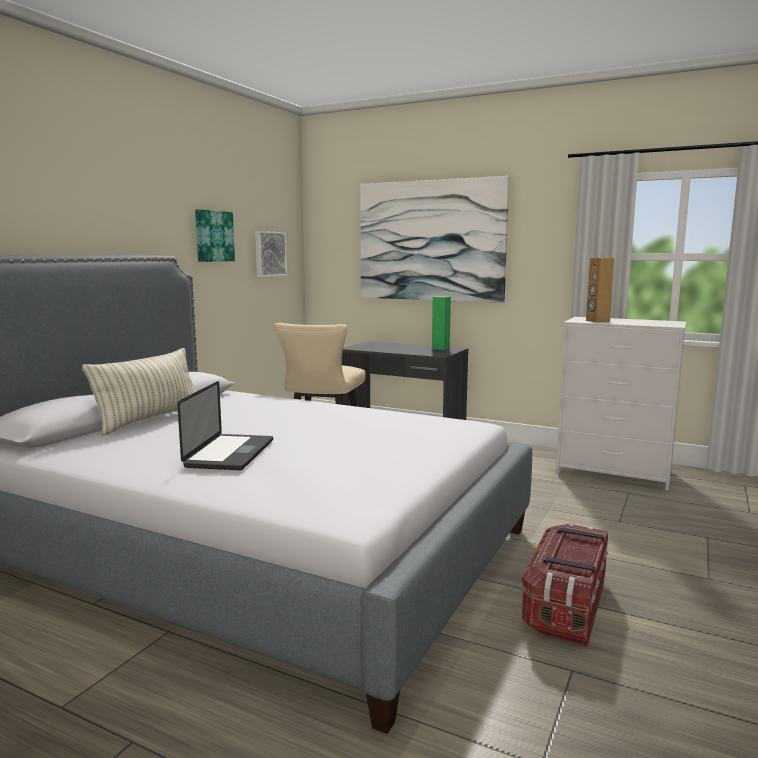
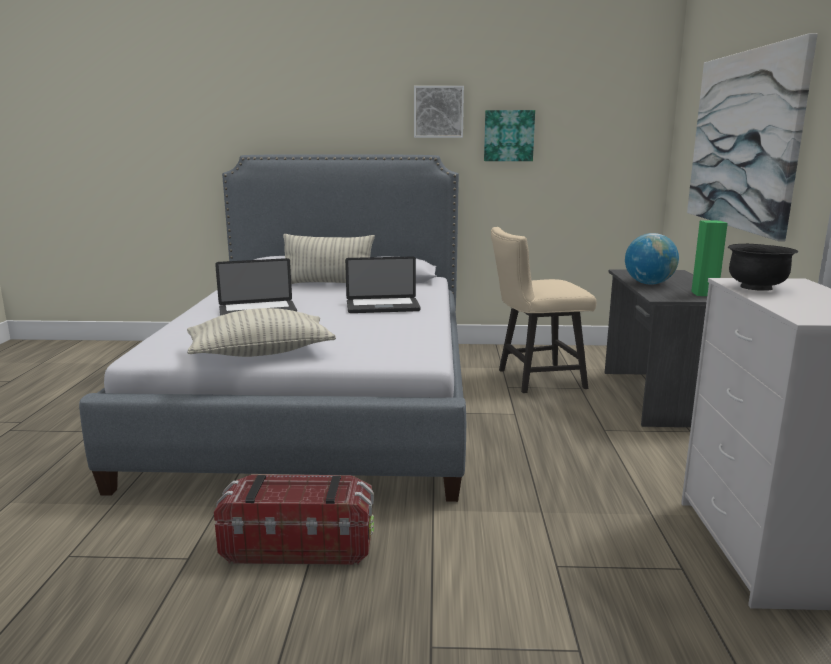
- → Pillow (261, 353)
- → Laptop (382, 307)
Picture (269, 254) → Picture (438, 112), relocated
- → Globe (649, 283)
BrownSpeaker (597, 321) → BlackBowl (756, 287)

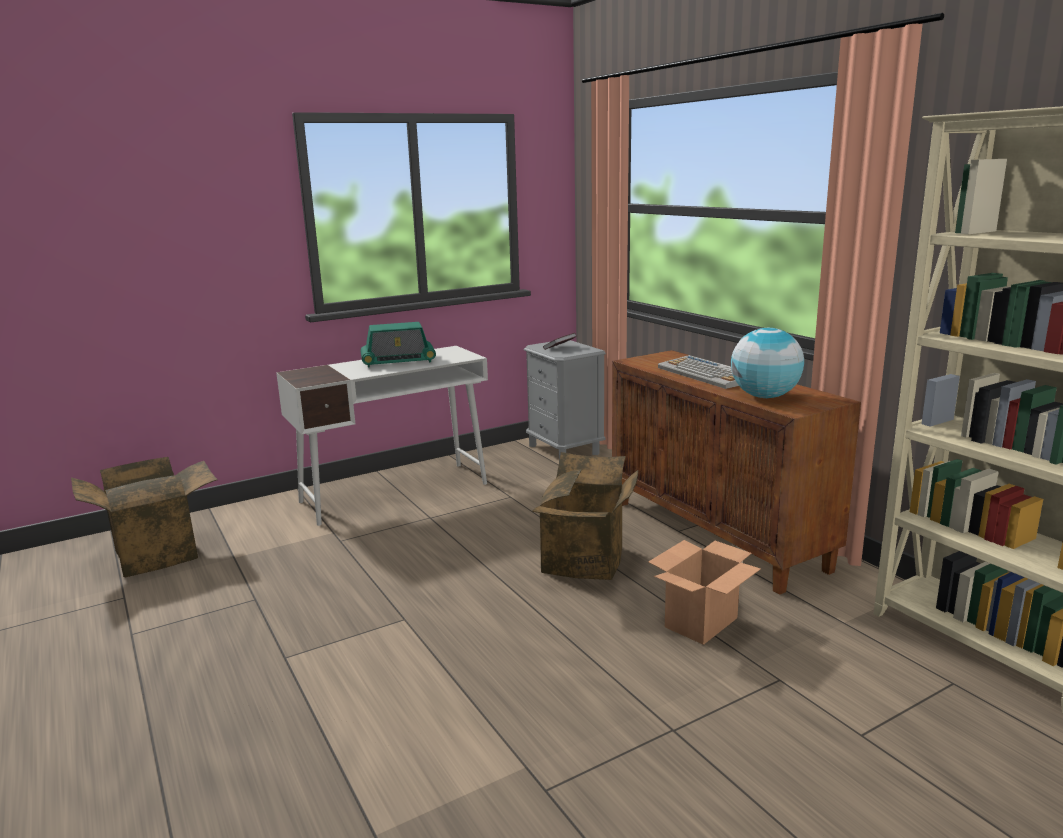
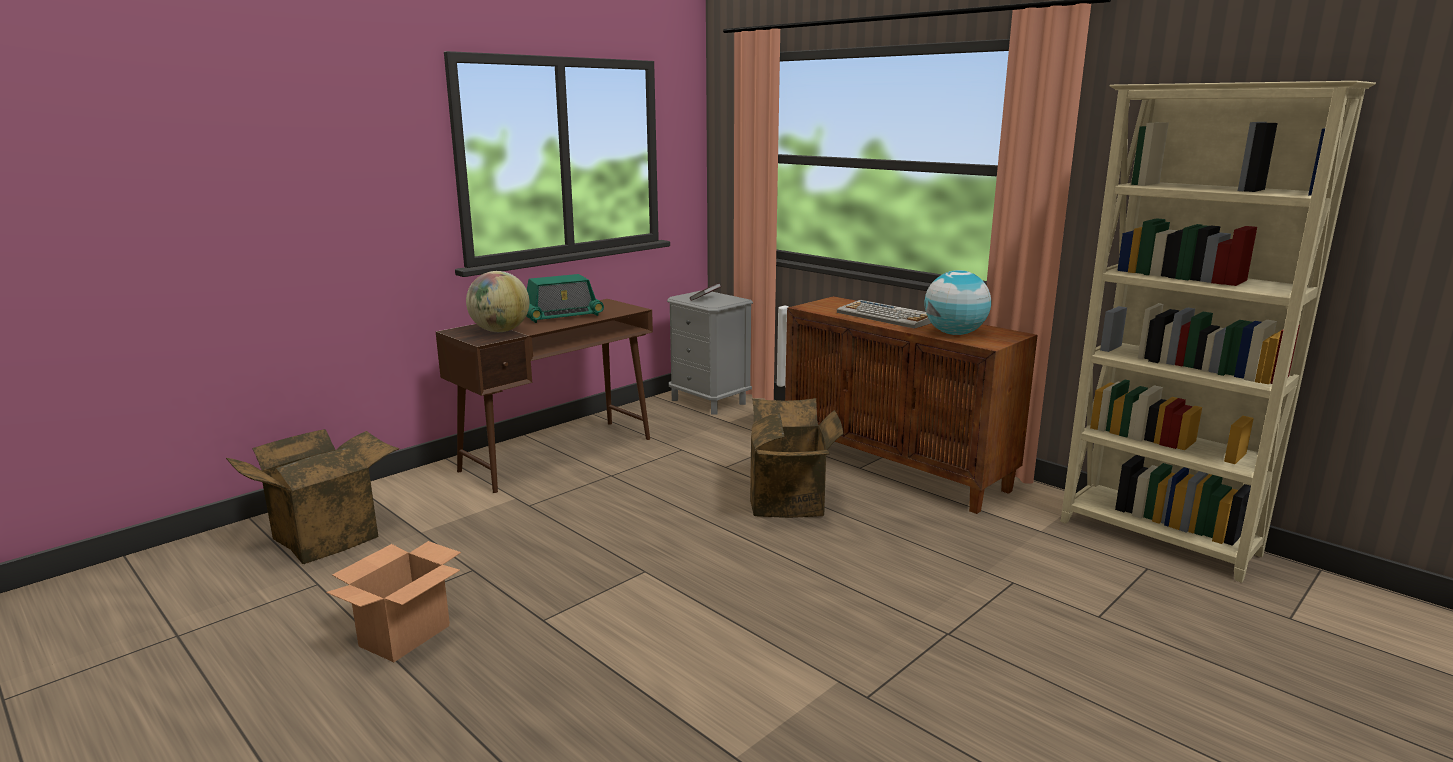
CardboardBox (701, 622) → CardboardBox (405, 635), relocated
WhiteDesk (395, 492) → BrownDesk (559, 454)
- → Globe (500, 331)

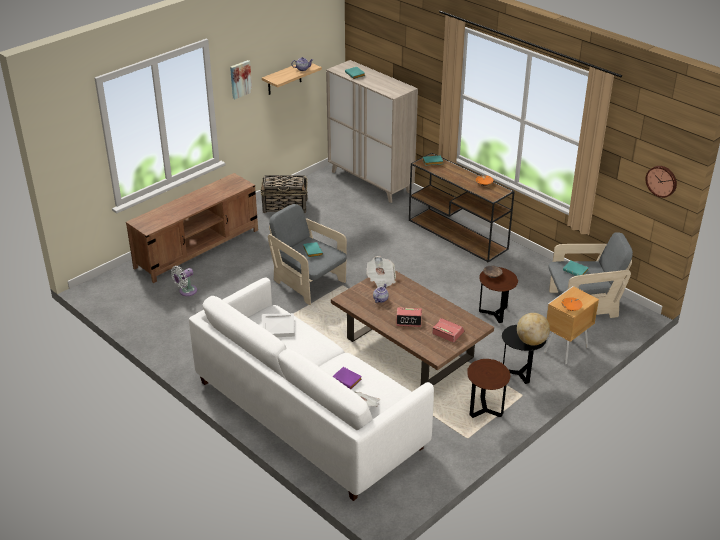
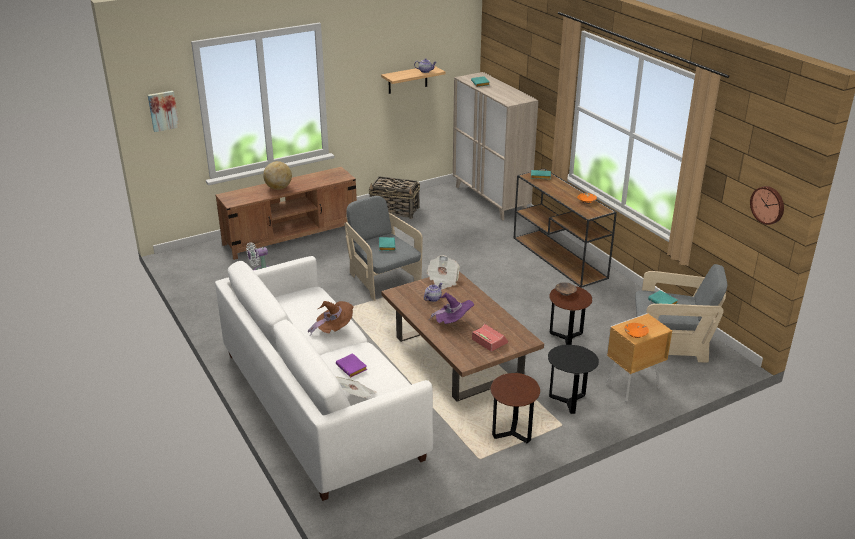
Picture (240, 79) → Picture (163, 110), relocated
Globe (531, 341) → Globe (278, 188), relocated
- → BrownHat (334, 329)
AlarmClock (409, 320) → PurpleHat (453, 323)
WhiteTray (278, 327) → -

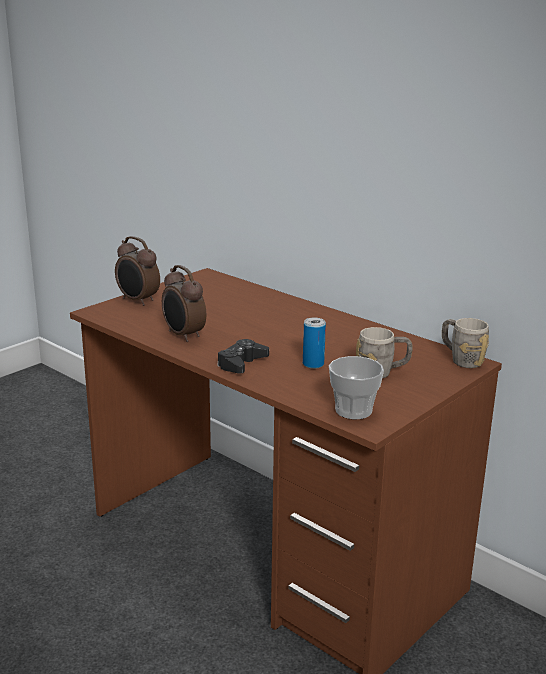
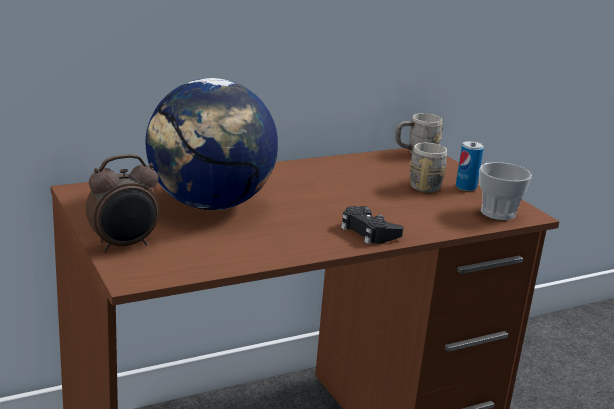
- → Globe (210, 204)
Can (313, 364) → Can (466, 187), relocated
AlarmClock (183, 336) → -

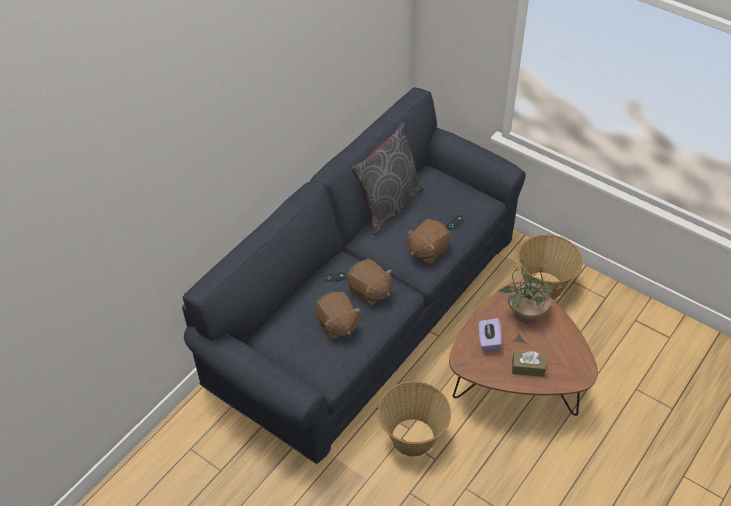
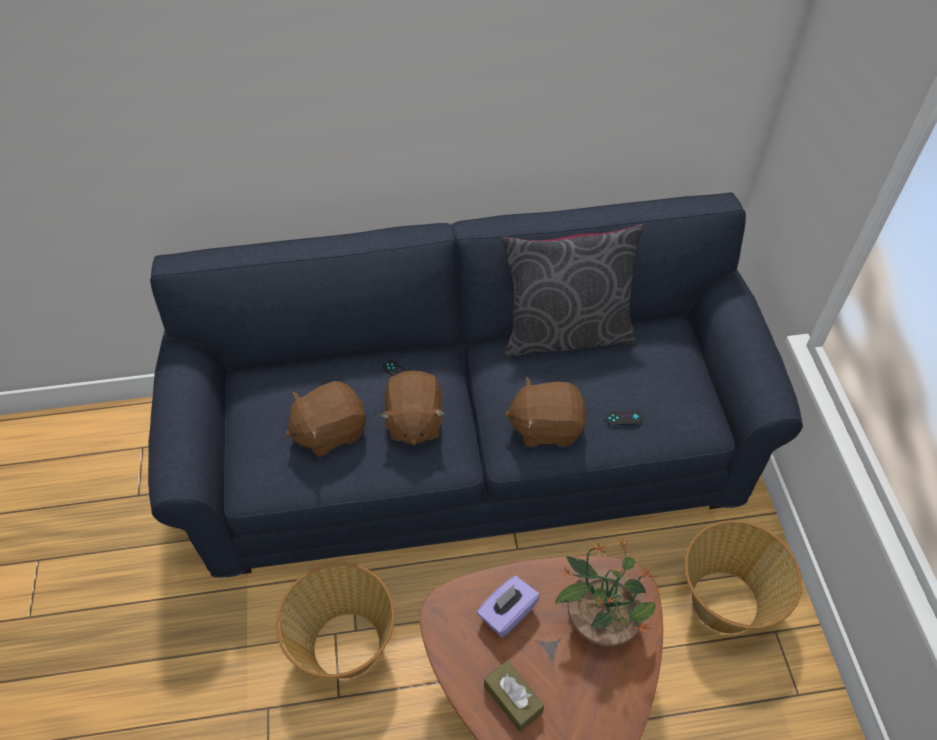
BrownPlushToy (337, 325) → BrownPlushToy (330, 431), 45 degrees clockwise

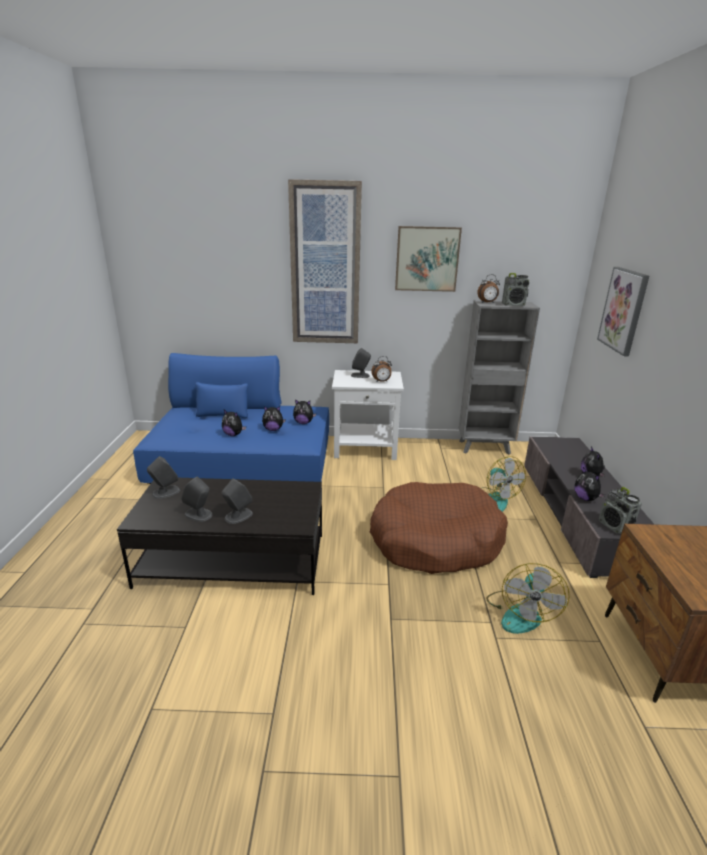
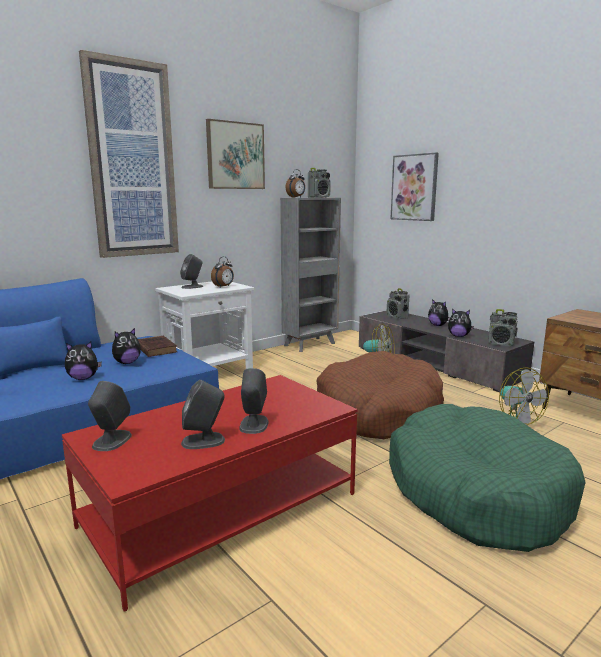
BlackCoffeeTable (233, 560) → RedCoffeeTable (222, 510)
PlushToy (303, 423) → BrownBook (155, 349)
- → Radio (397, 317)
- → GreenDogBed (475, 492)

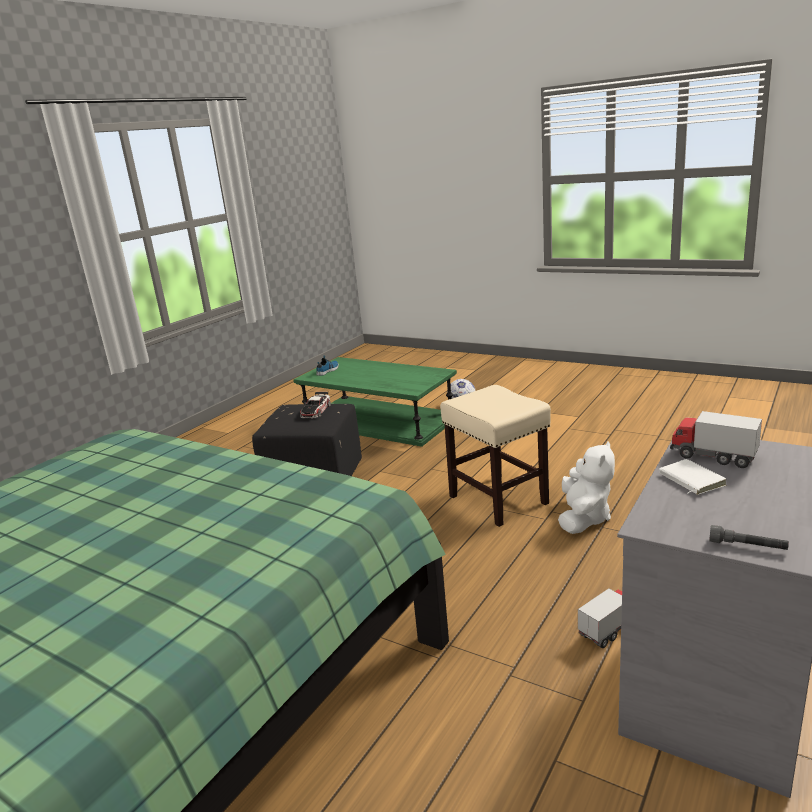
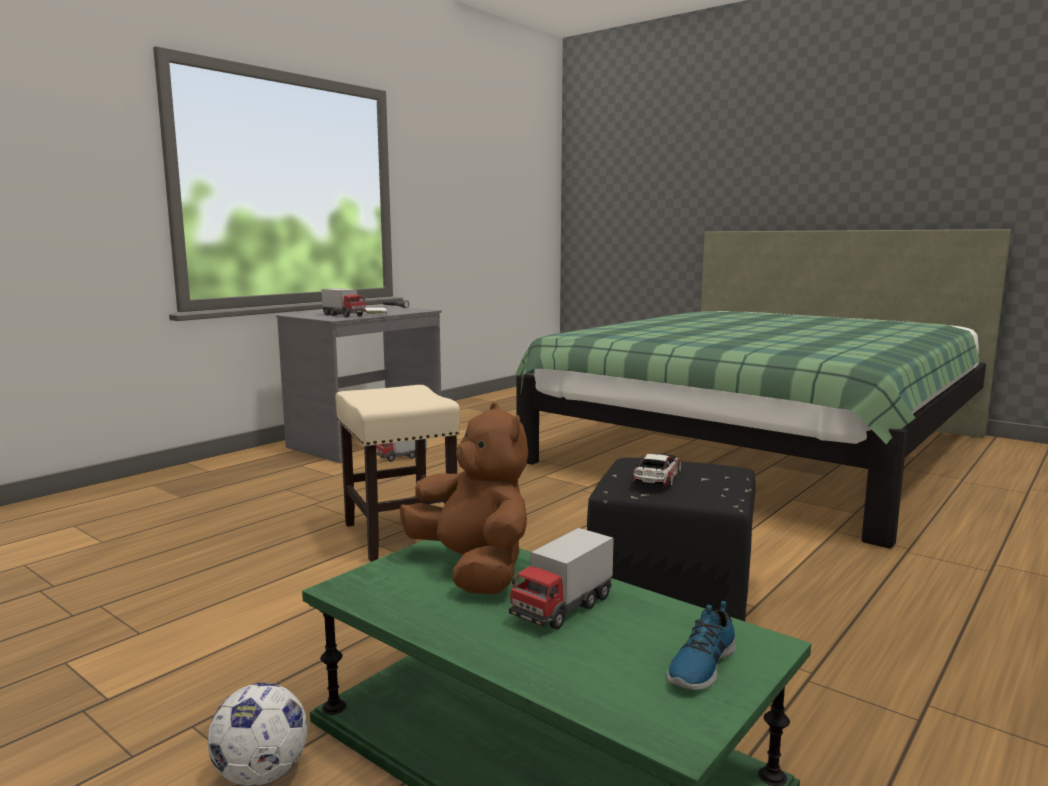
- → BrownPlushToy (473, 569)
- → ToyTruck (562, 608)
WhitePlushToy (584, 518) → -

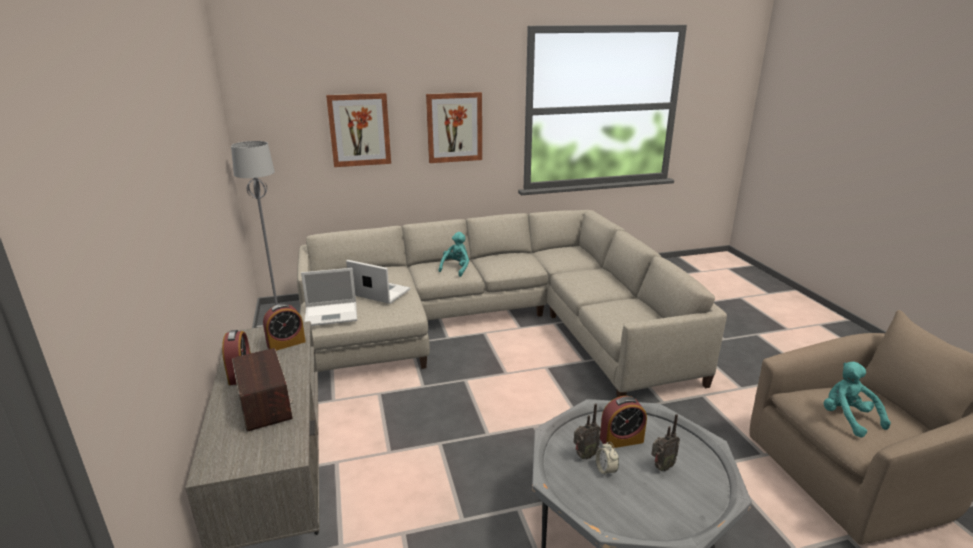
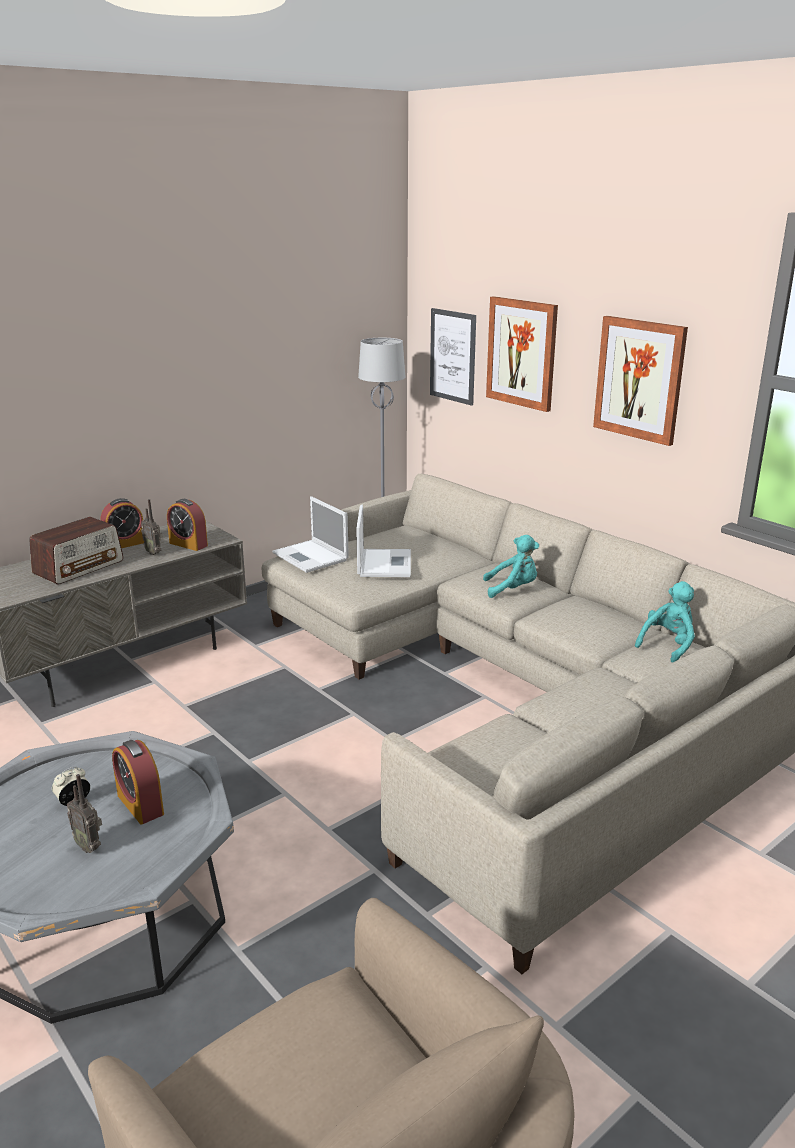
Radio (584, 455) → Radio (154, 553), relocated
- → Picture (452, 356)
TurquoisePlushToy (847, 418) → TurquoisePlushToy (668, 645), relocated

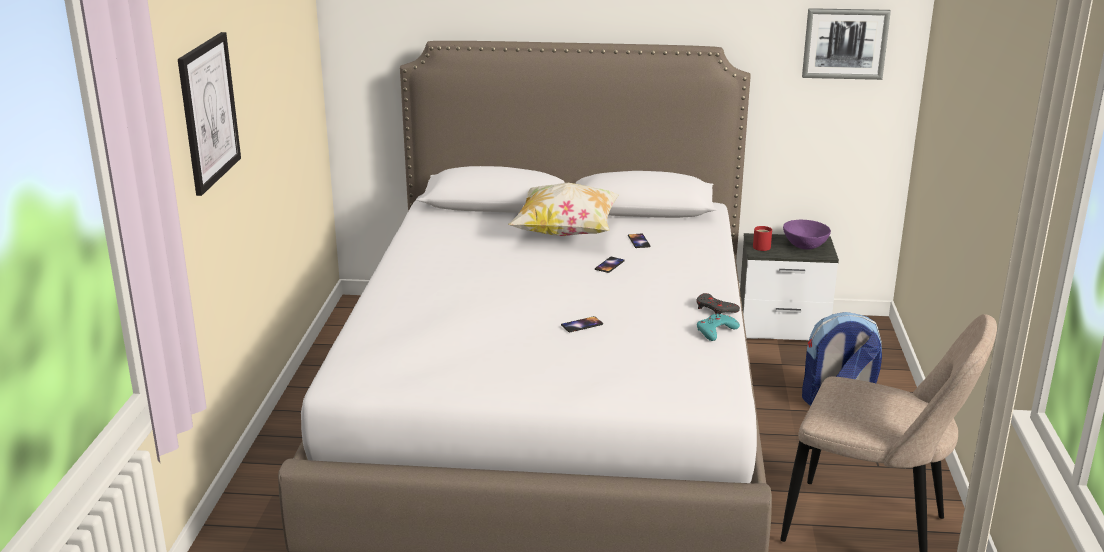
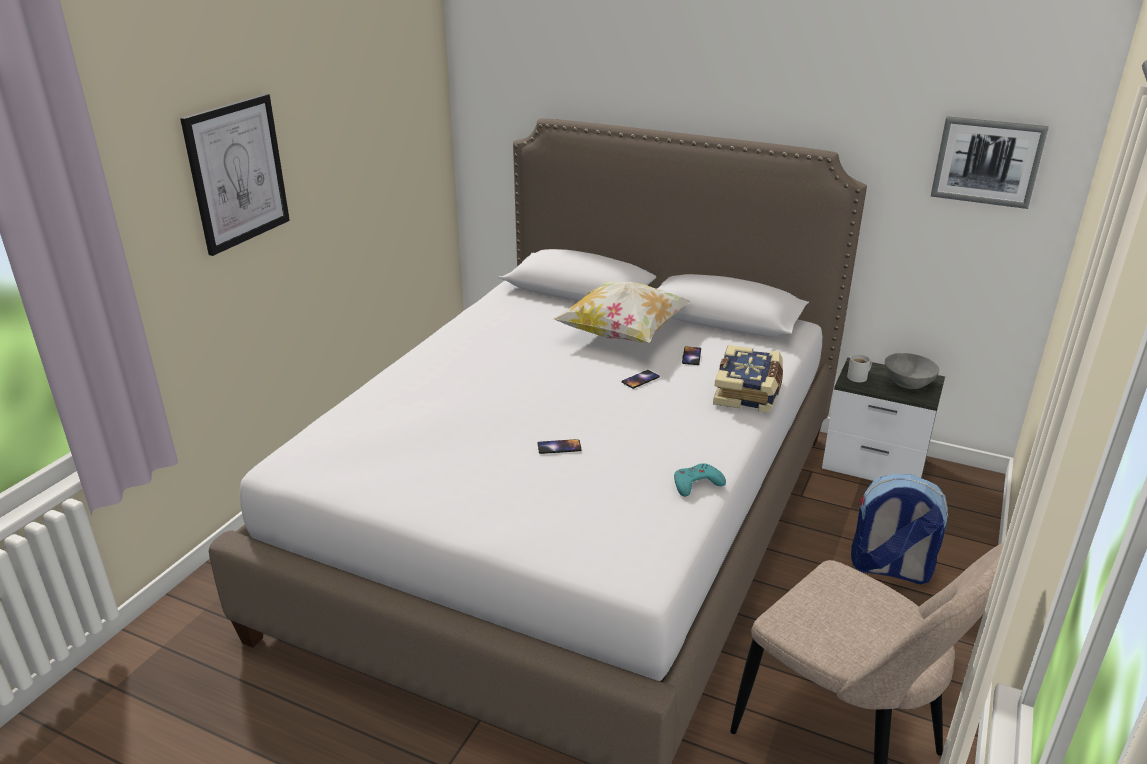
- → Book (749, 391)
RedMug (763, 247) → WhiteMug (859, 377)
PurpleBowl (805, 246) → GreyBowl (908, 384)
GreyGameController (715, 309) → -

